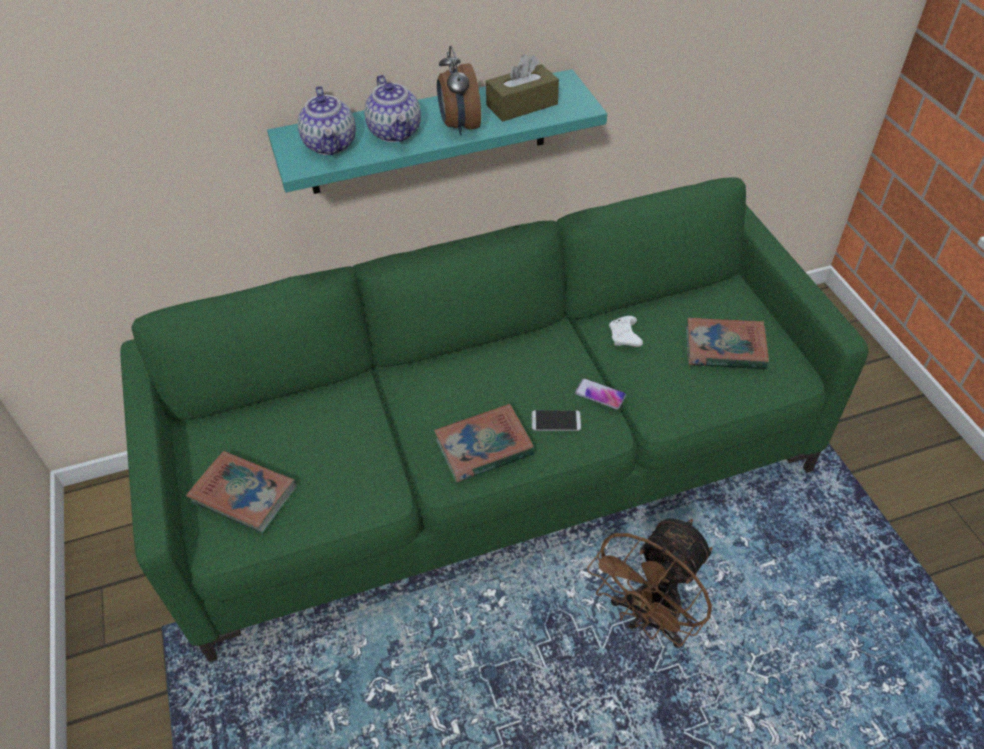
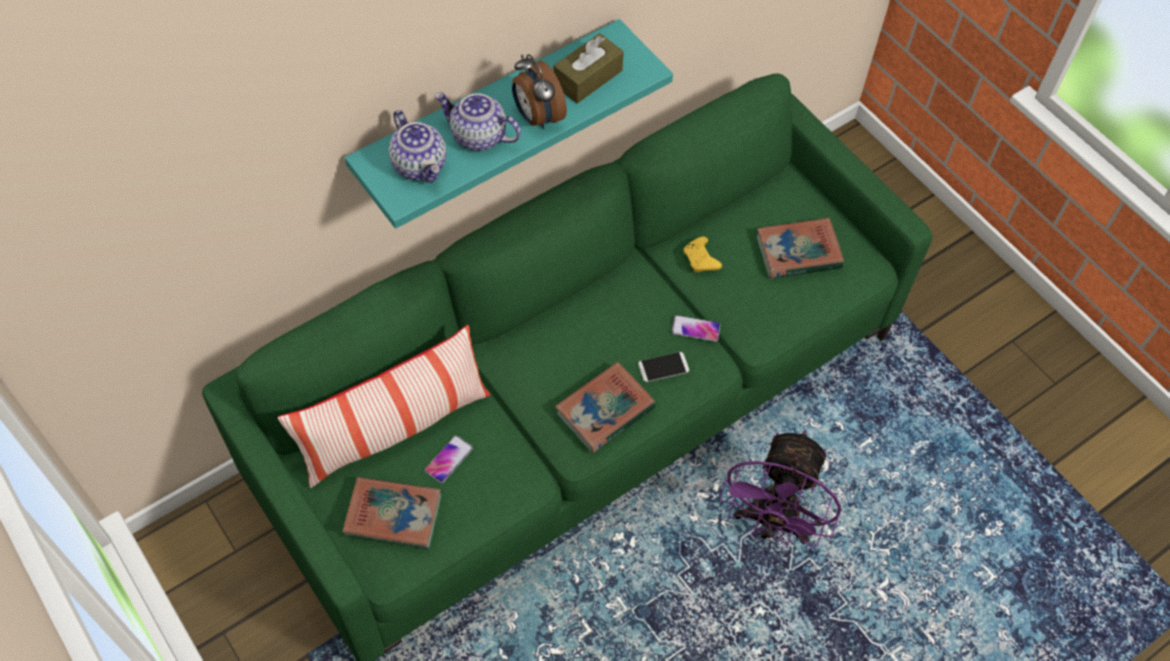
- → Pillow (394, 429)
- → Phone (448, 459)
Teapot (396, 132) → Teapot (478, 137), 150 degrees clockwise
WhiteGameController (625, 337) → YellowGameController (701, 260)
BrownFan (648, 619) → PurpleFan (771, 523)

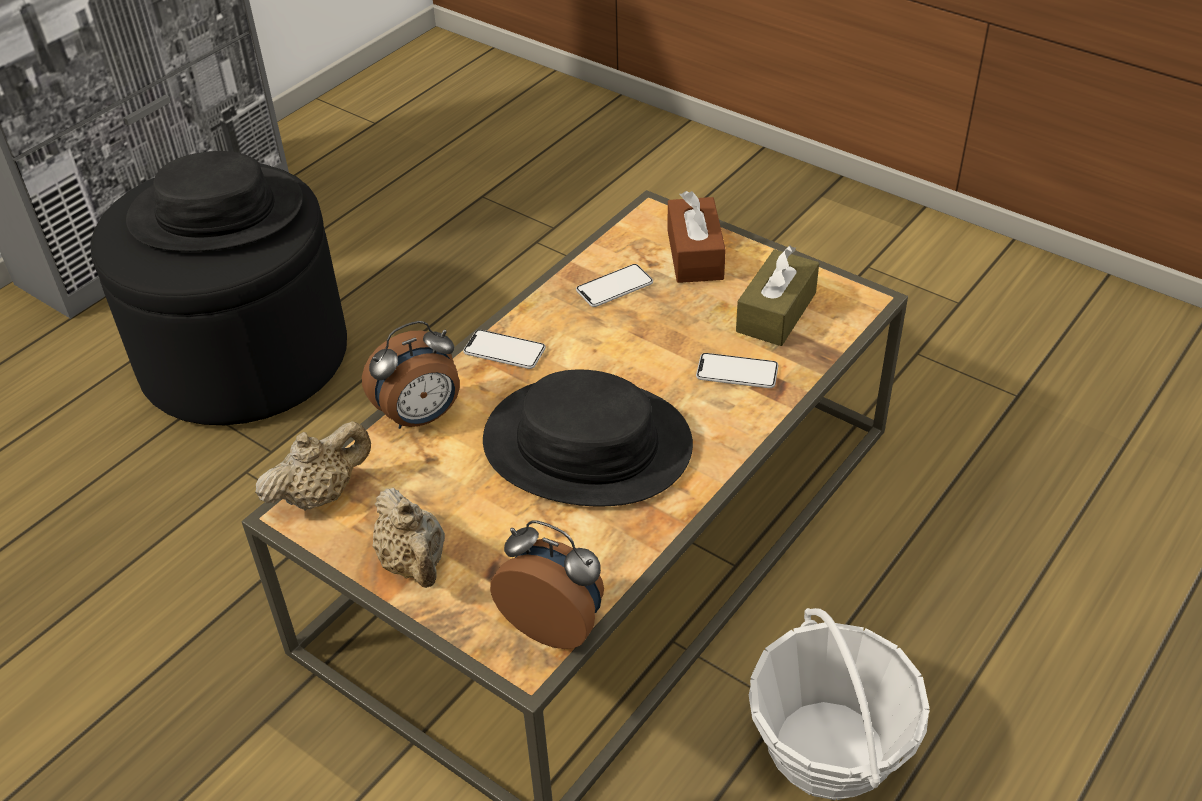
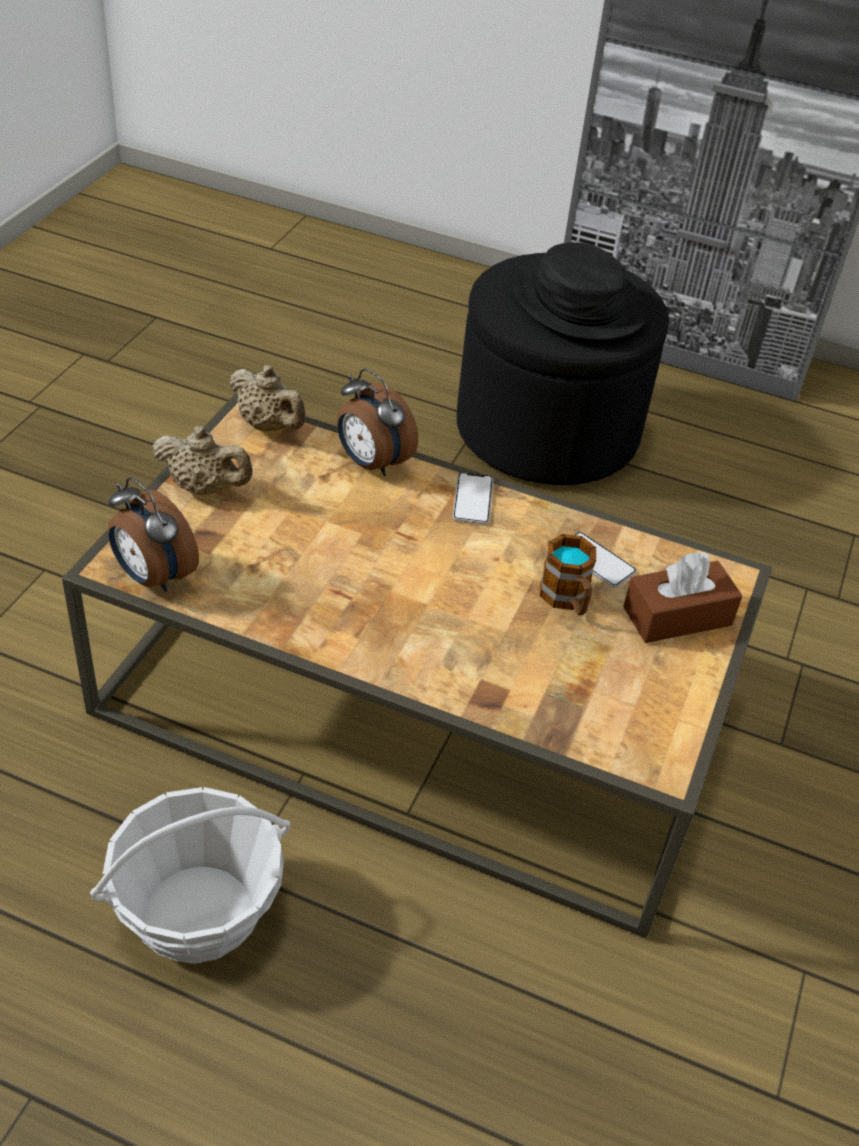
AlarmClock (555, 622) → AlarmClock (153, 577), 120 degrees clockwise
BeigeTeapot (414, 564) → BeigeTeapot (204, 488), 120 degrees counterclockwise
- → Mug (567, 600)
BlackHat (587, 445) → -
Phone (737, 372) → -
BrownTissueBox (776, 312) → -

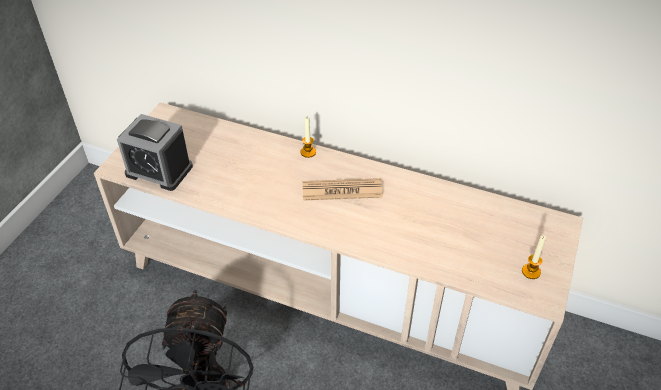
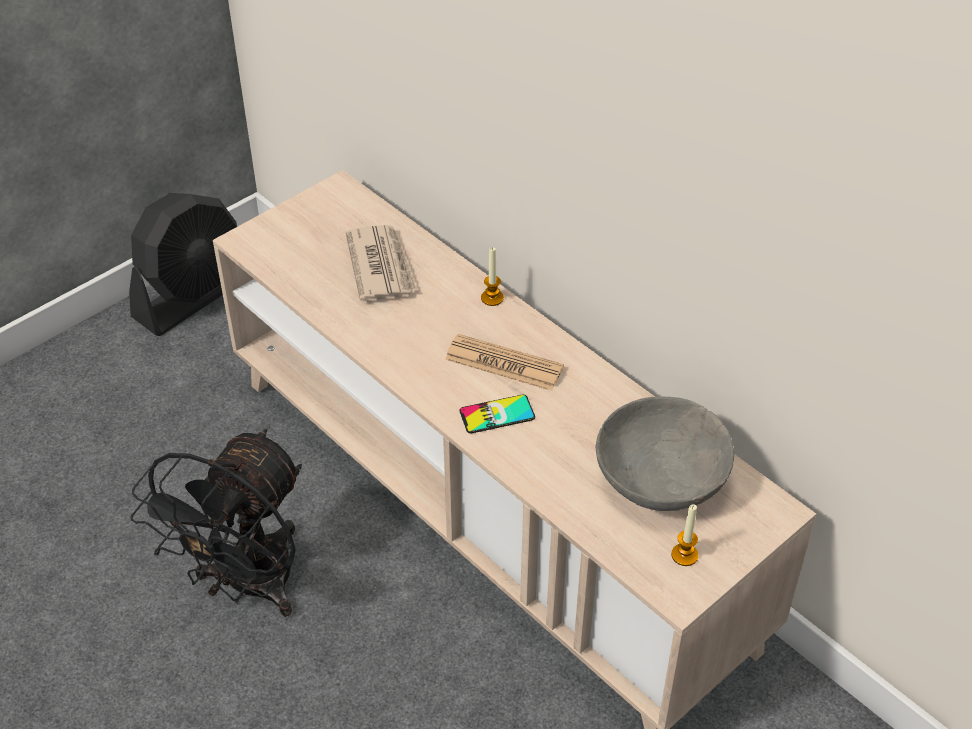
- → BlackFan (194, 296)
- → Newspaper (381, 266)
- → Phone (497, 414)
- → GreyBowl (659, 478)
AlarmClock (159, 170) → -

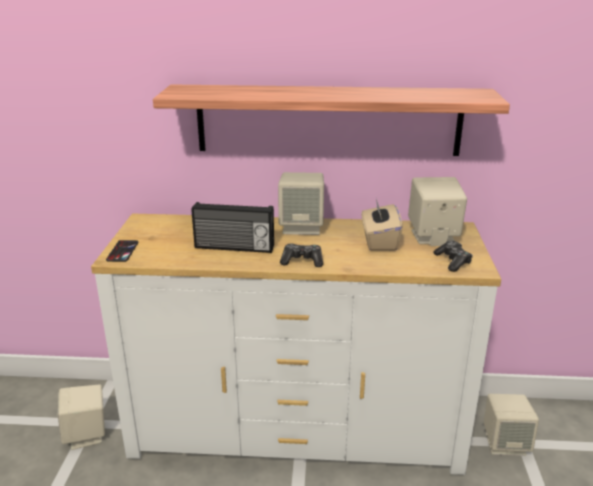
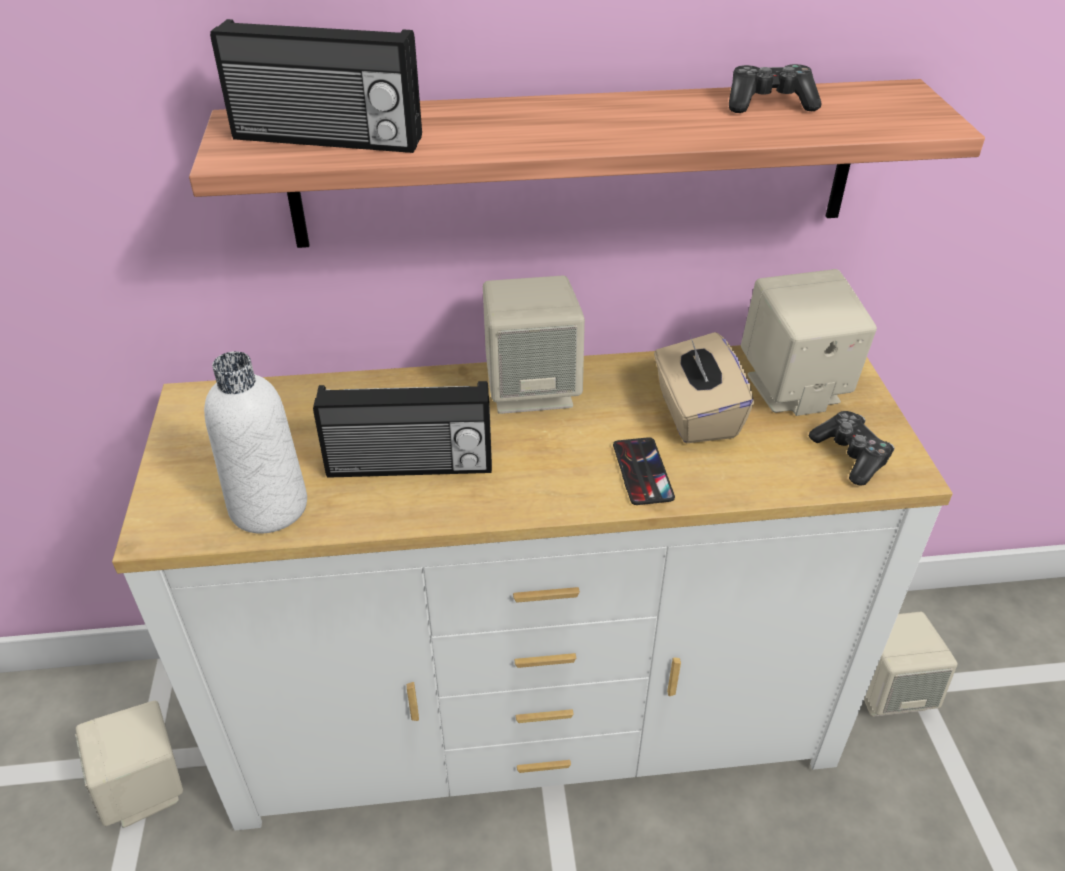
- → WhiteBottle (268, 507)
- → Radio (326, 140)
Phone (122, 251) → Phone (642, 471), relocated
GameController (302, 261) → GameController (769, 103), relocated

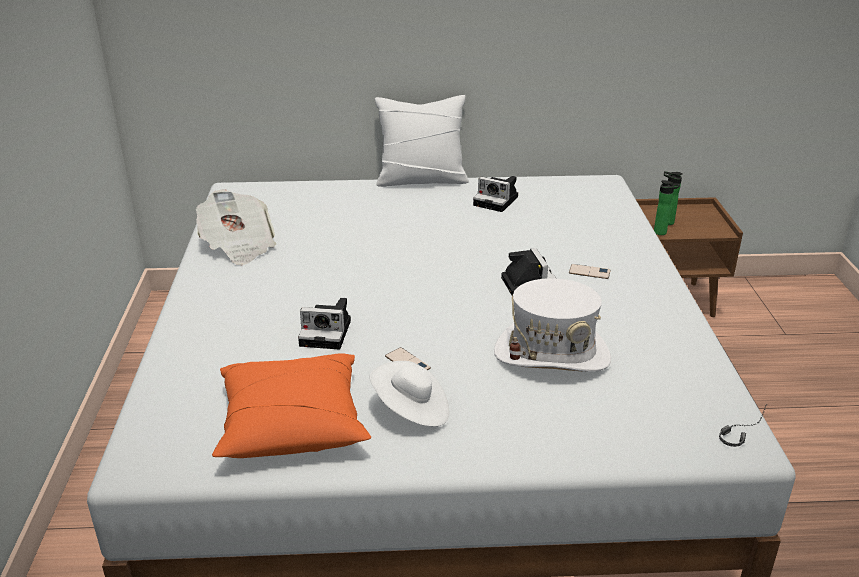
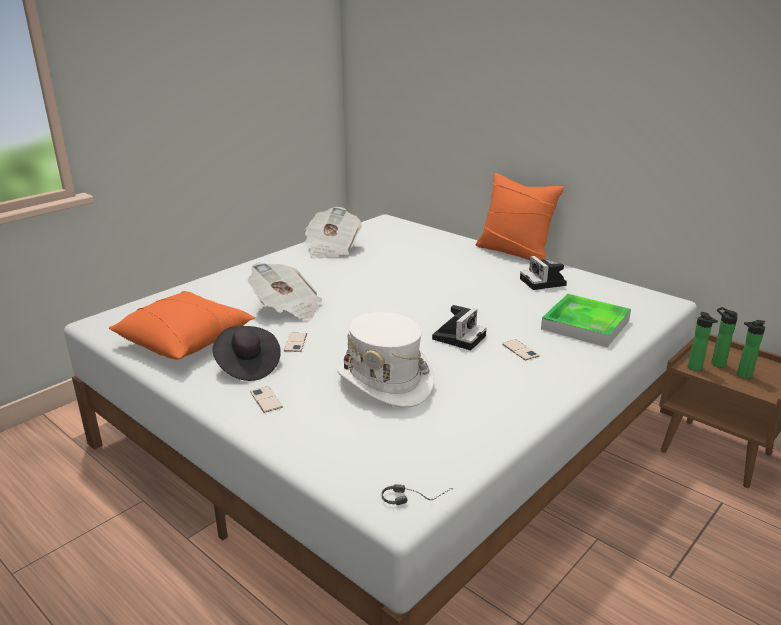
WhiteHat (411, 410) → BlackHat (247, 366)
PhotoCamera (328, 333) → Newspaper (287, 308)
- → Phone (266, 399)
WhitePillow (421, 180) → OrangePillow (514, 252)
- → Tray (585, 325)
- → Bottle (742, 375)

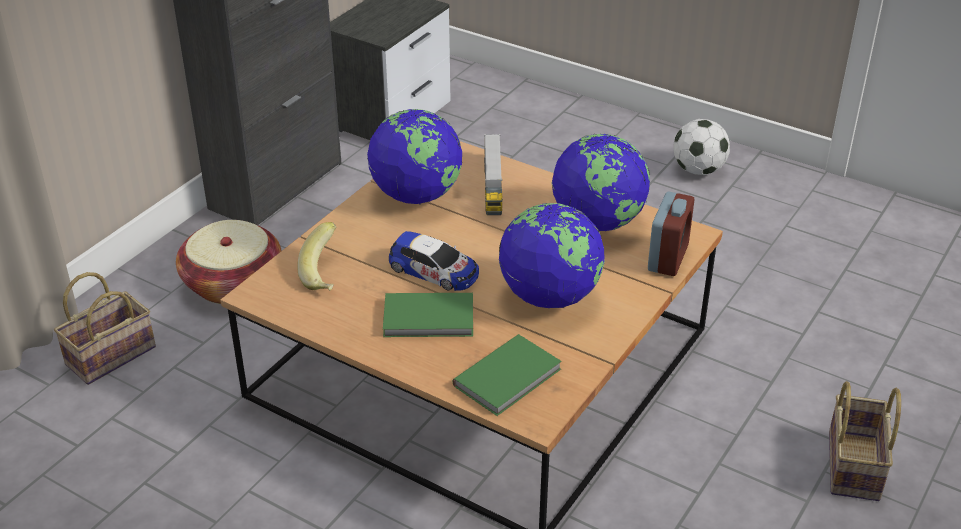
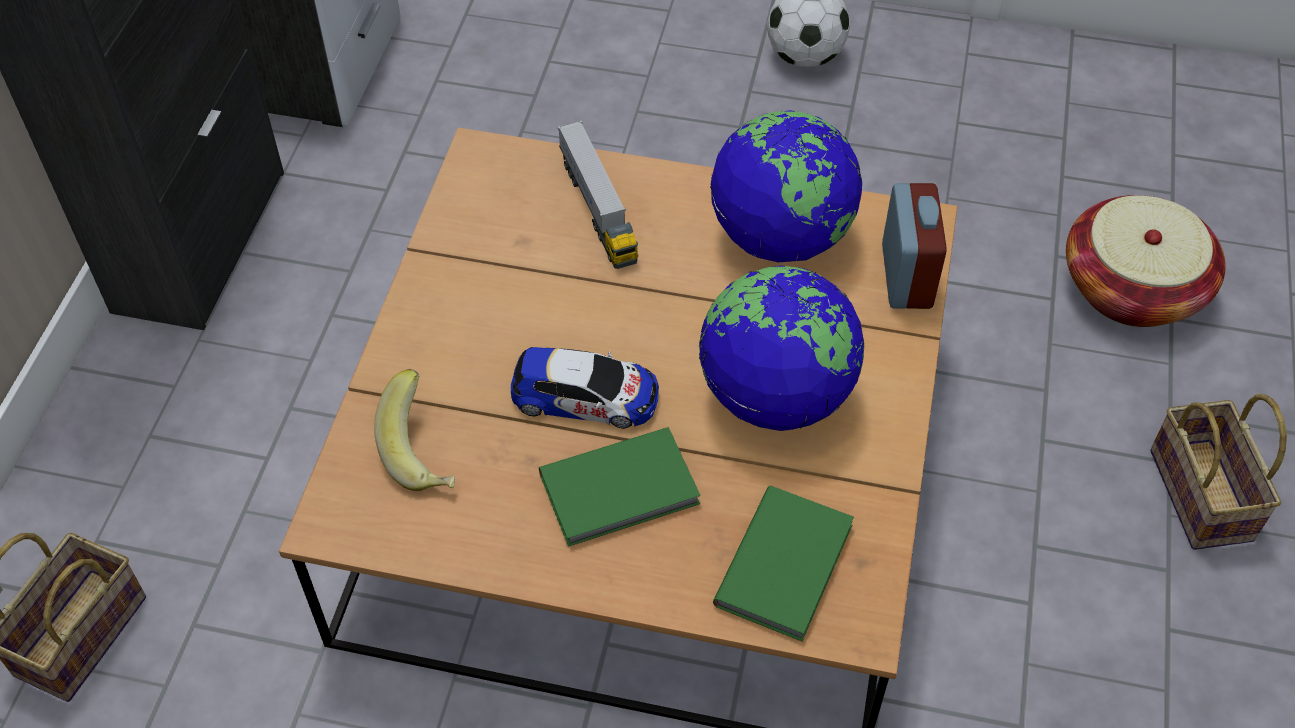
Basket (233, 283) → Basket (1132, 288), relocated
Globe (416, 195) → -

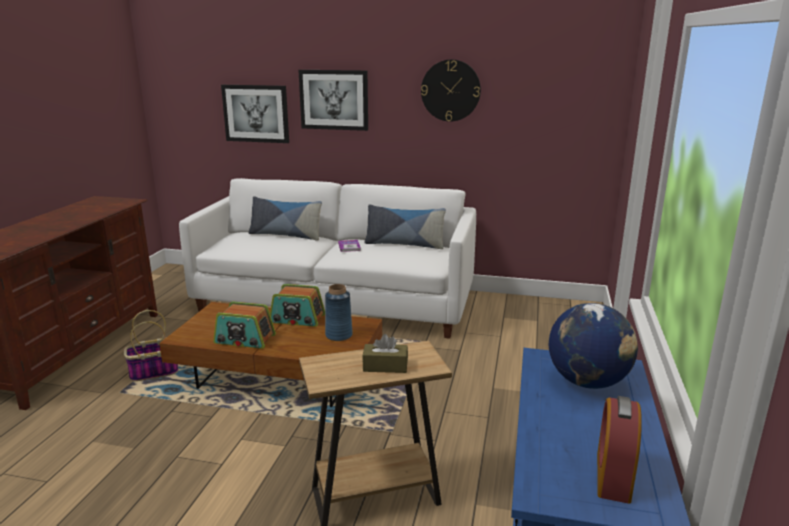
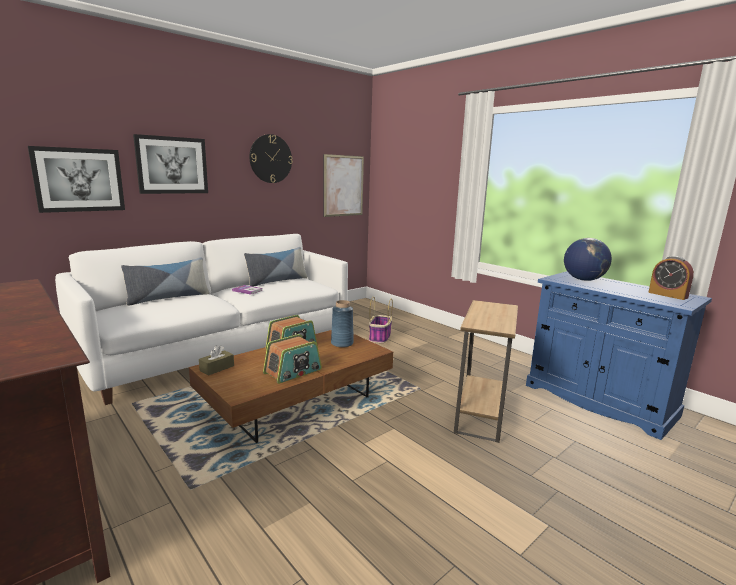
BrownTissueBox (385, 366) → BrownTissueBox (217, 368), relocated
- → Picture (343, 186)
Basket (153, 372) → Basket (380, 337), relocated

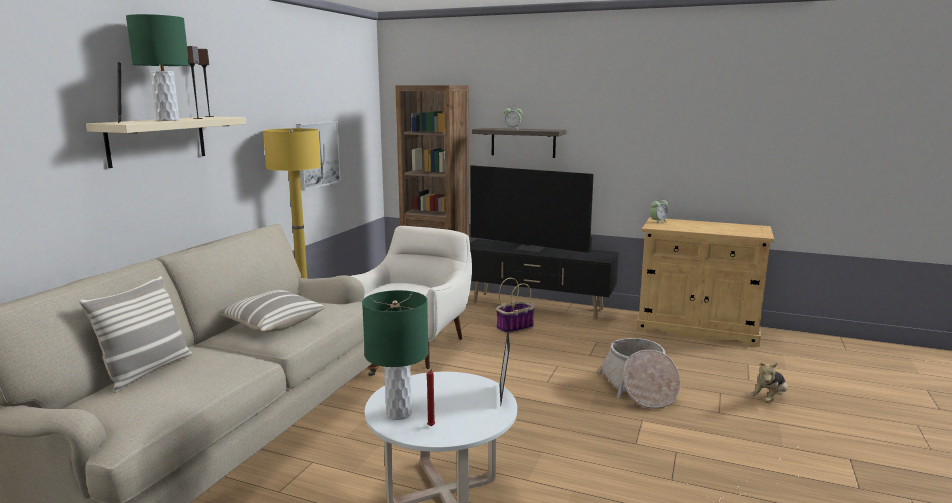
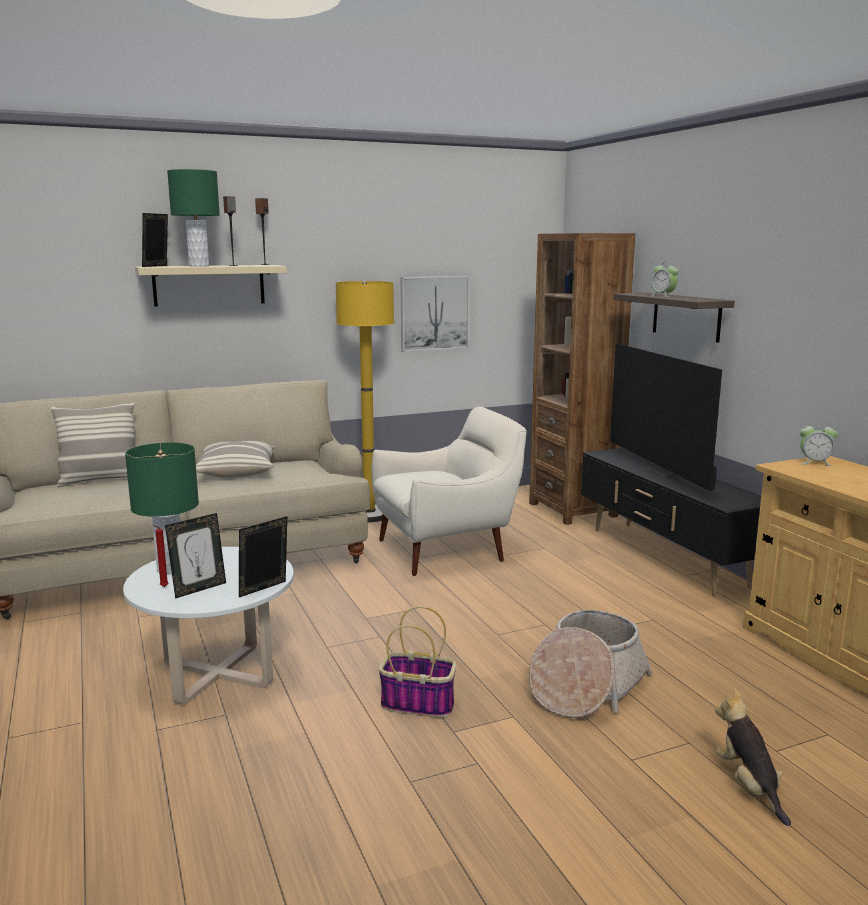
- → PictureFrame (199, 589)
Basket (515, 327) → Basket (419, 704), relocated
PlushToy (769, 399) → PlushToy (749, 786), 75 degrees clockwise

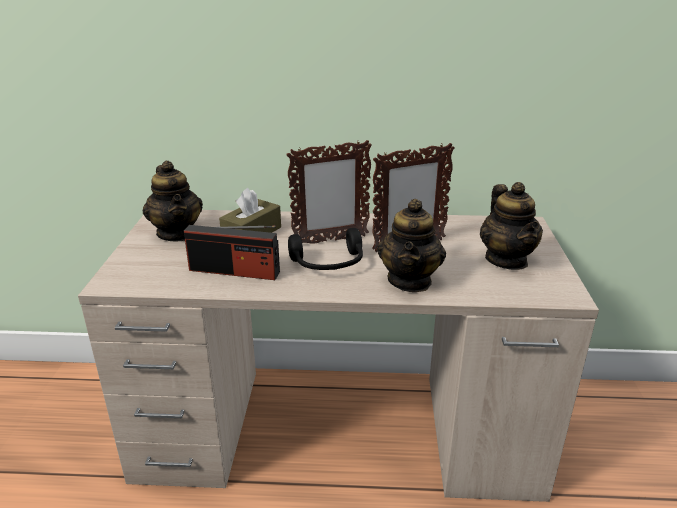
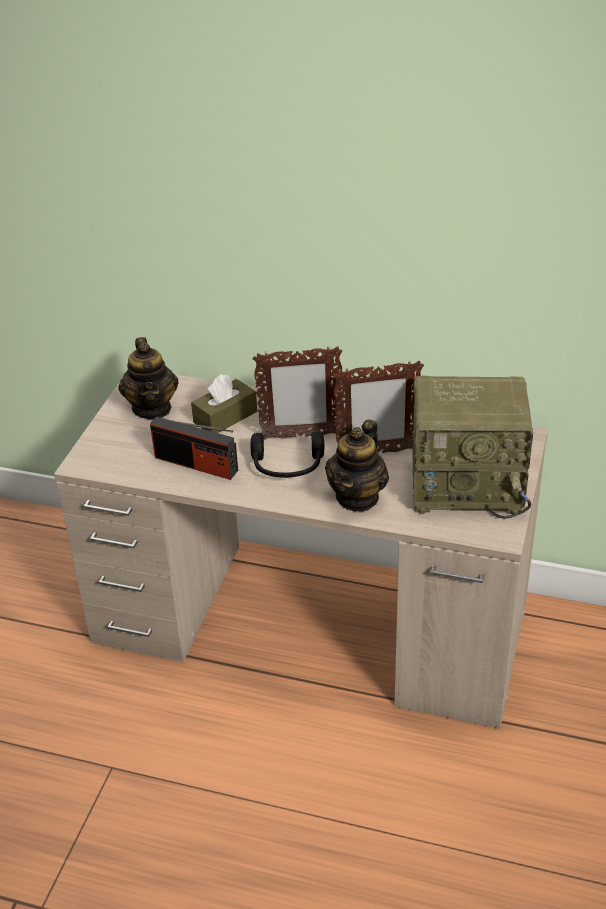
Teapot (506, 260) → Radio (468, 484)

